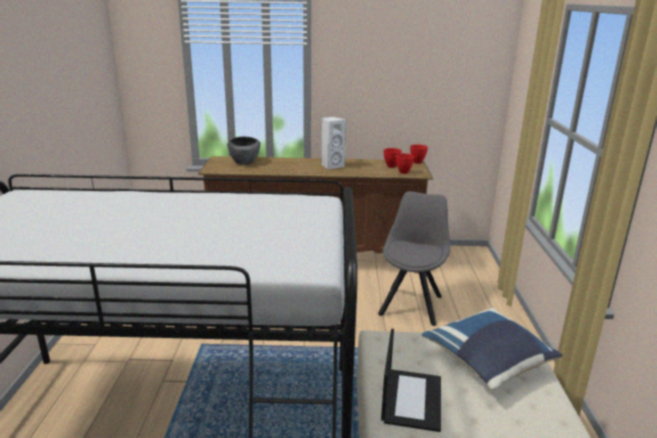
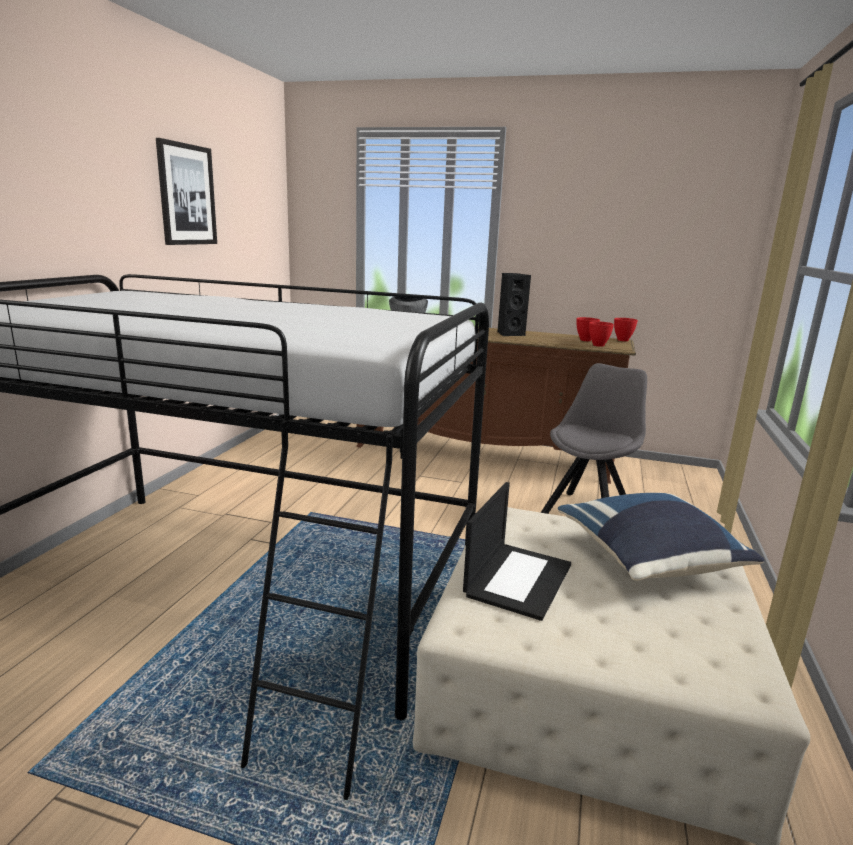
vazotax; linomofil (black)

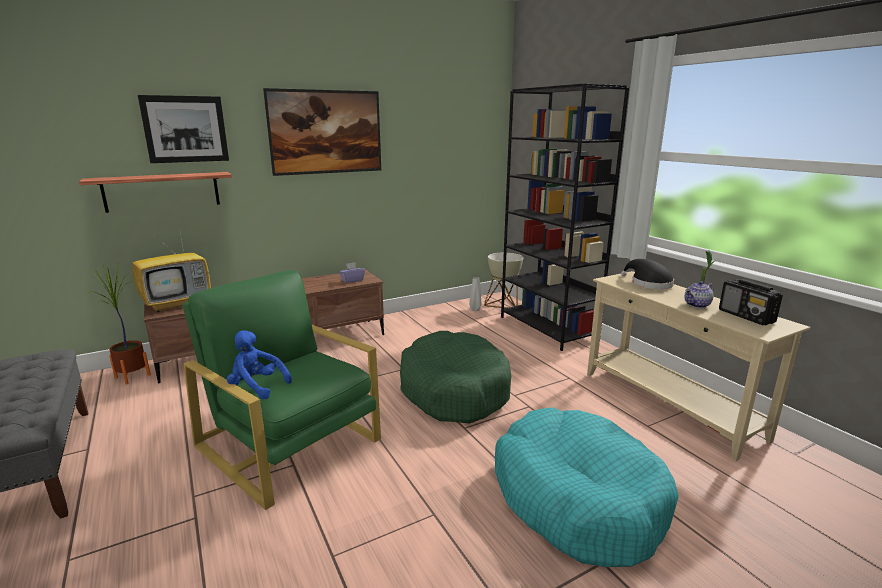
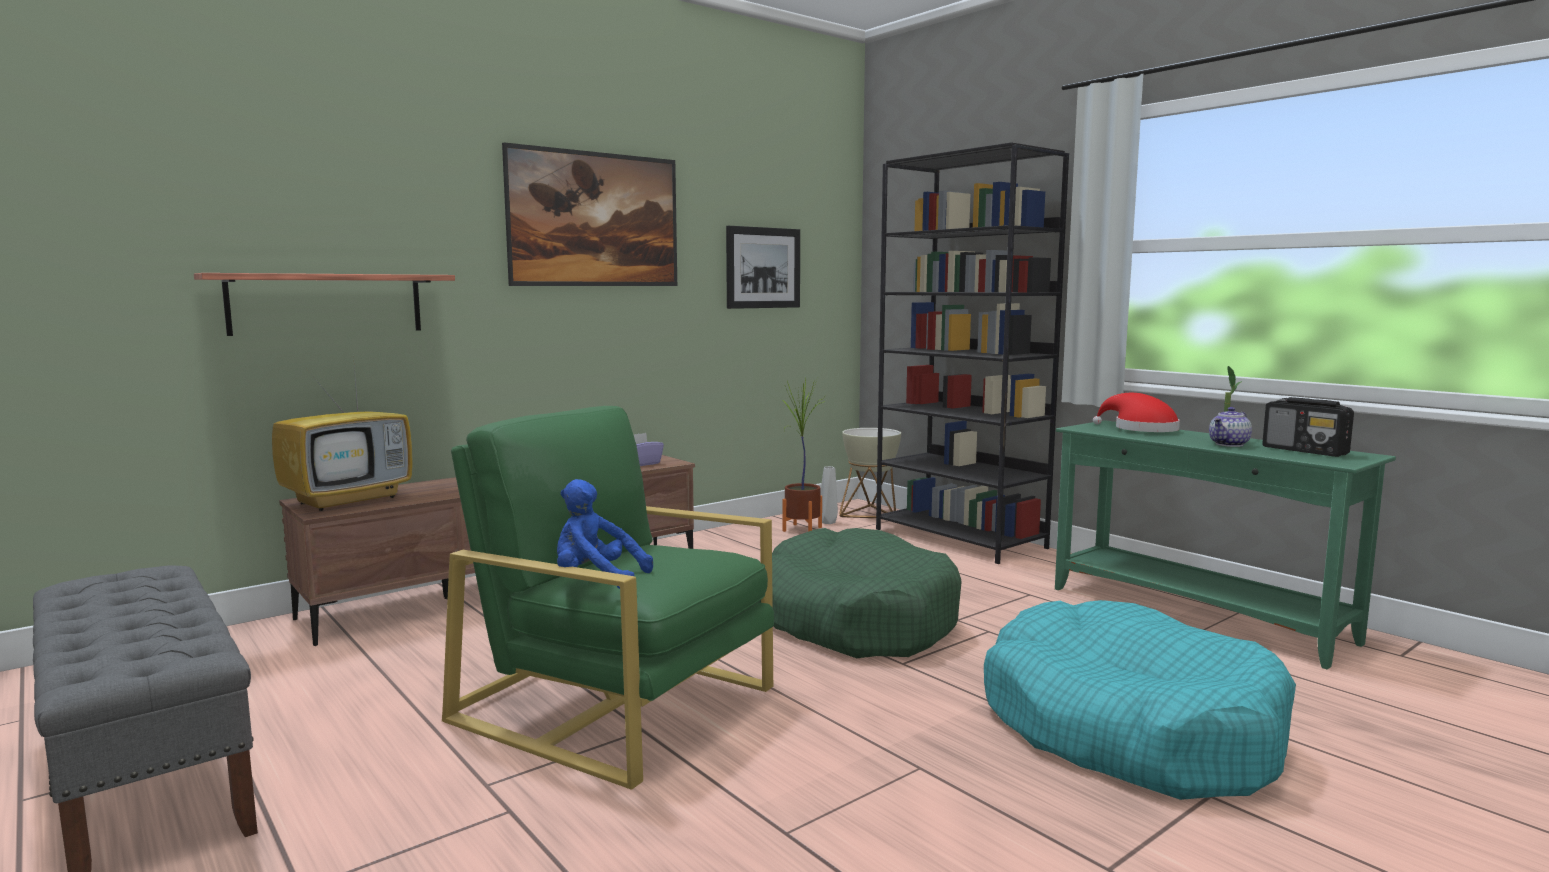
vazotax (2nd from left); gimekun (1st from left); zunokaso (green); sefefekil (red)

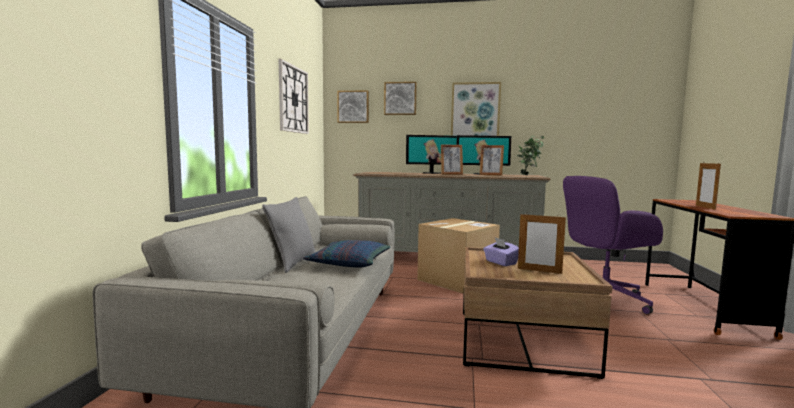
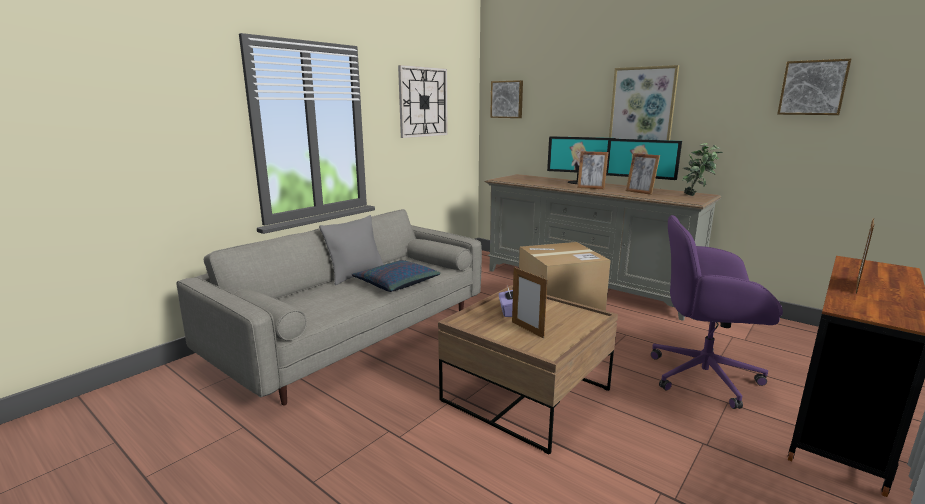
vazotax (3rd from left)

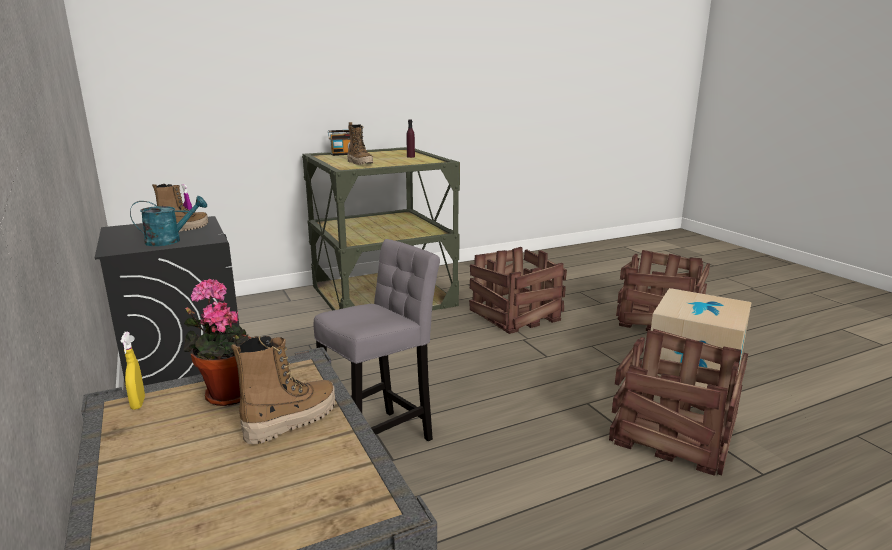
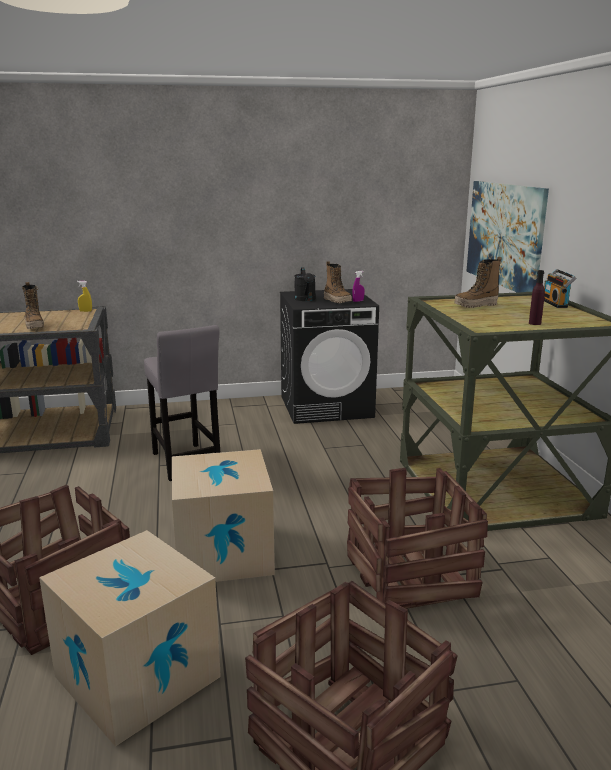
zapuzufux (2nd from left); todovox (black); vazotax; gimekun

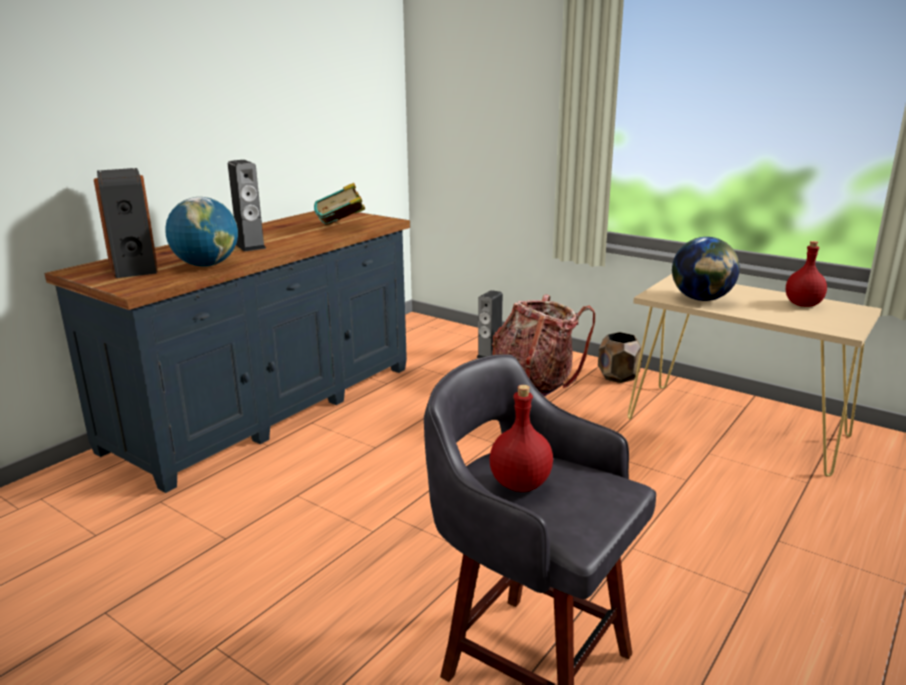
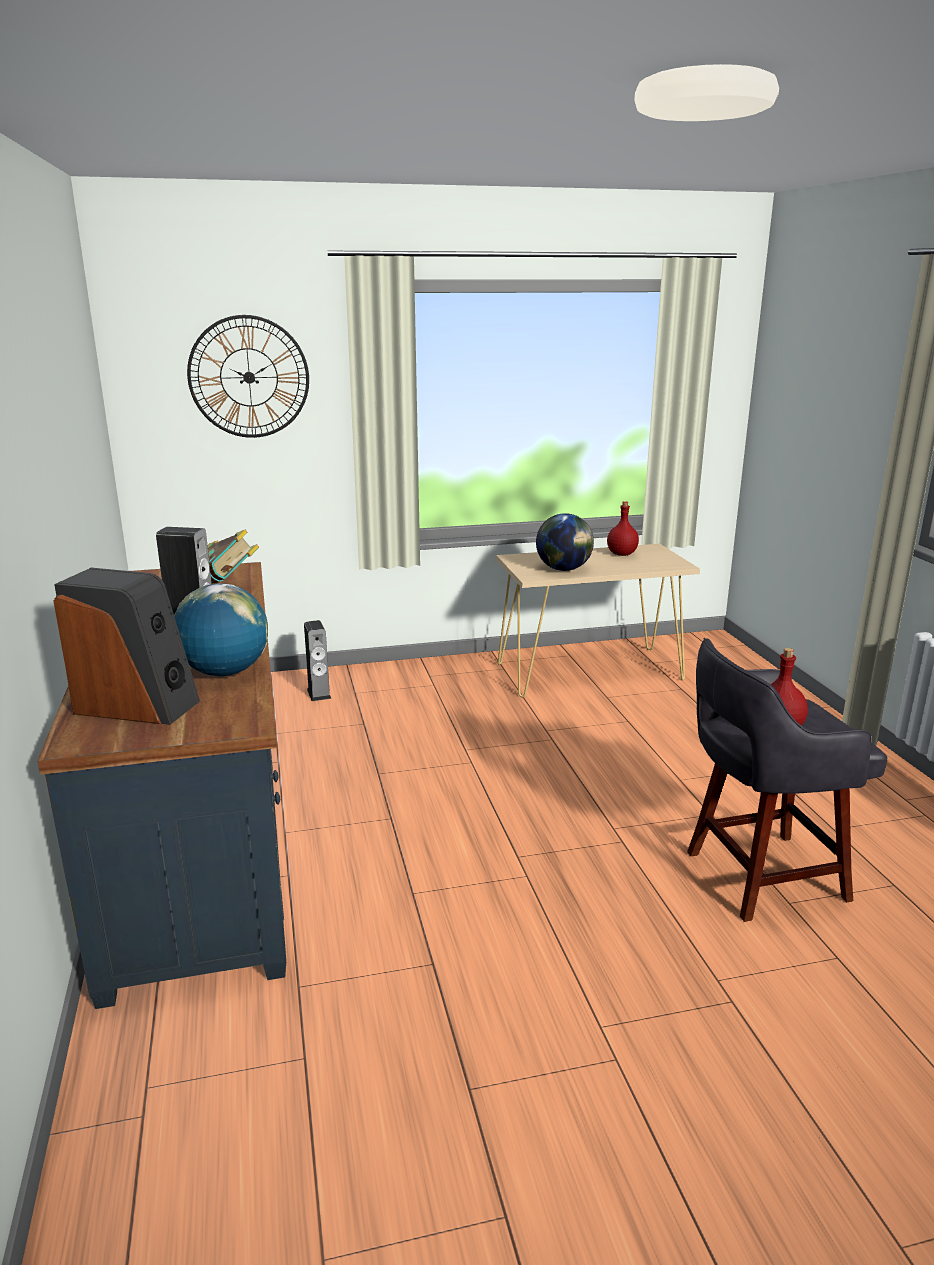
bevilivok; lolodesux; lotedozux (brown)

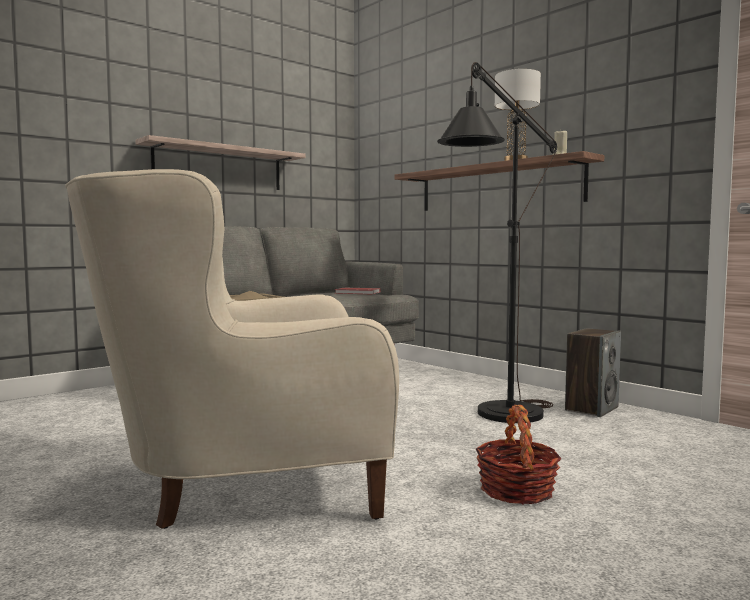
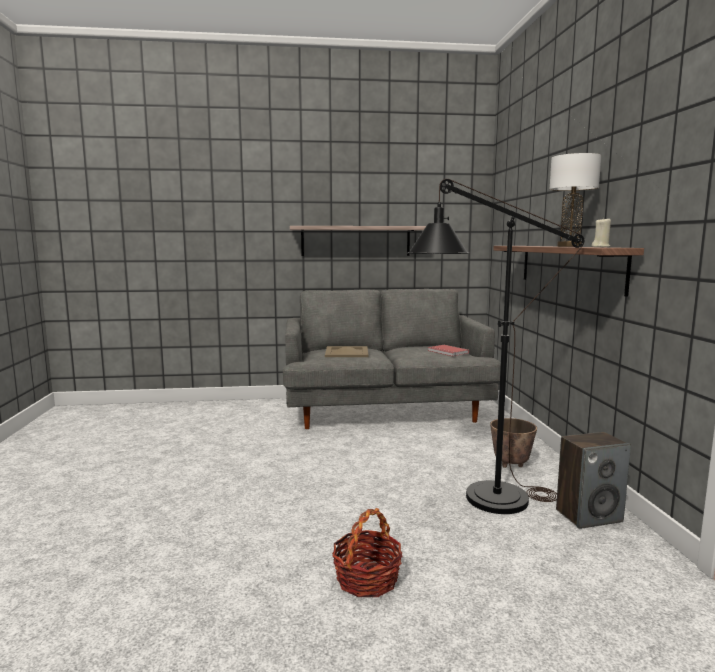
lotedozux; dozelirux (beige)

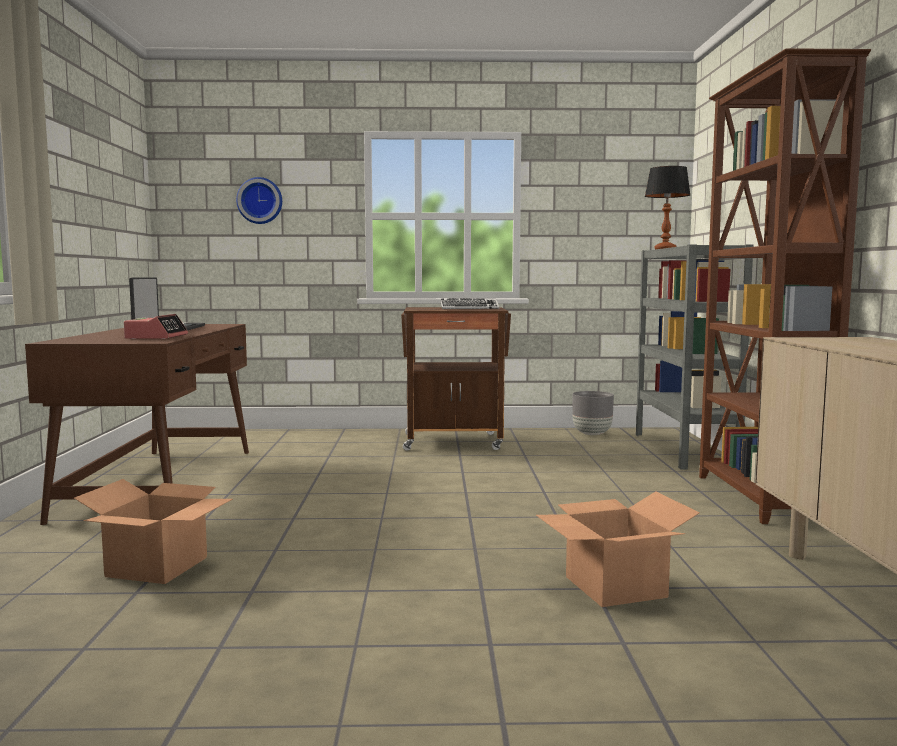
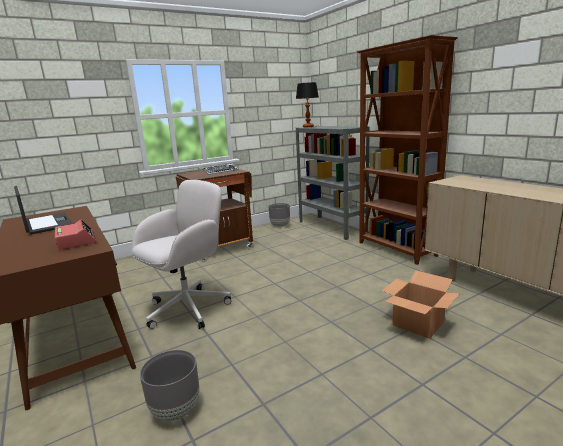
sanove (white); lotedozux (grey) (1st from left); bevilivok

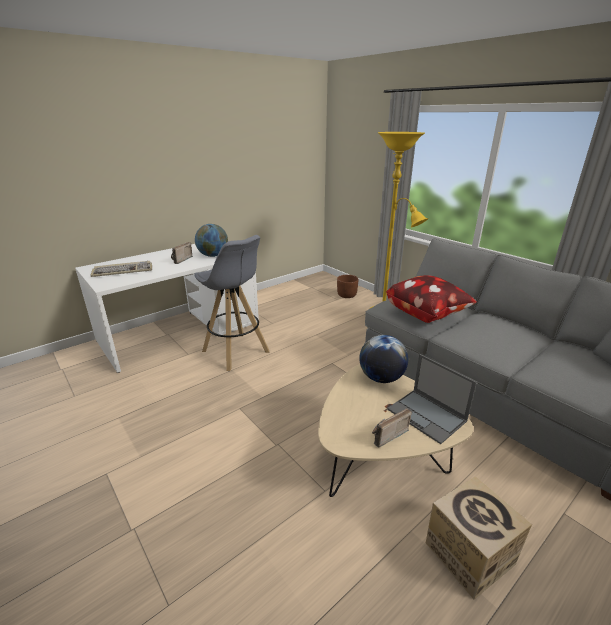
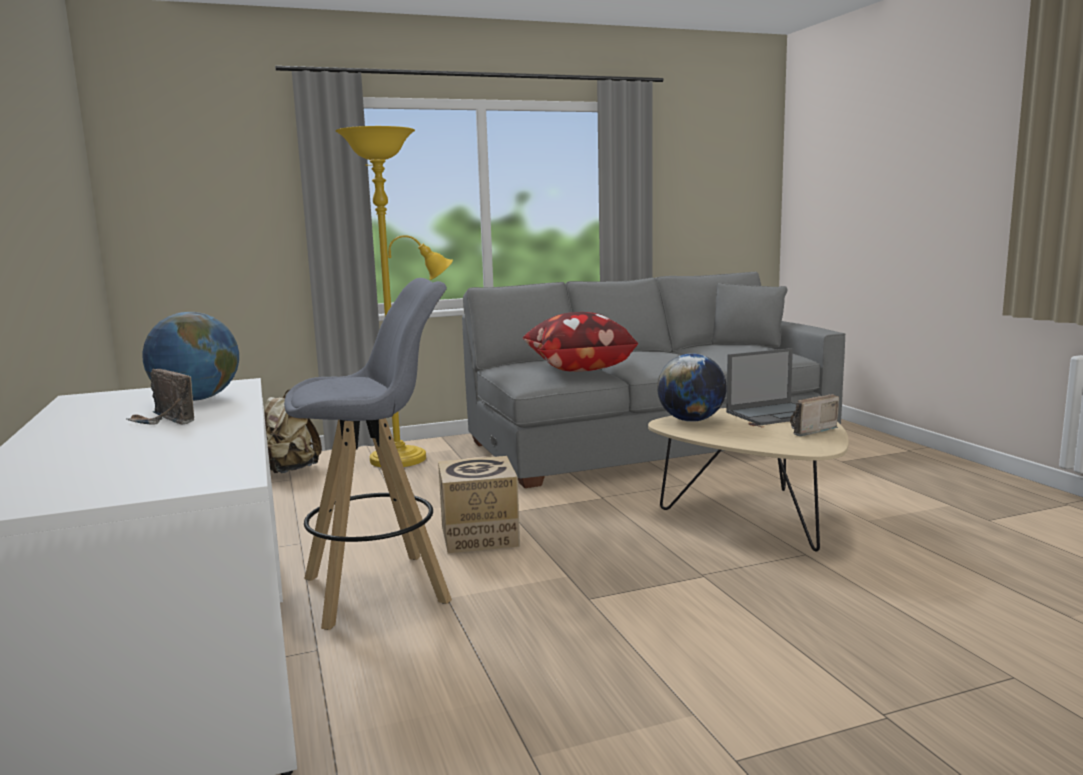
lolodesux (beige); zapuzufux; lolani (2nd from left); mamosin

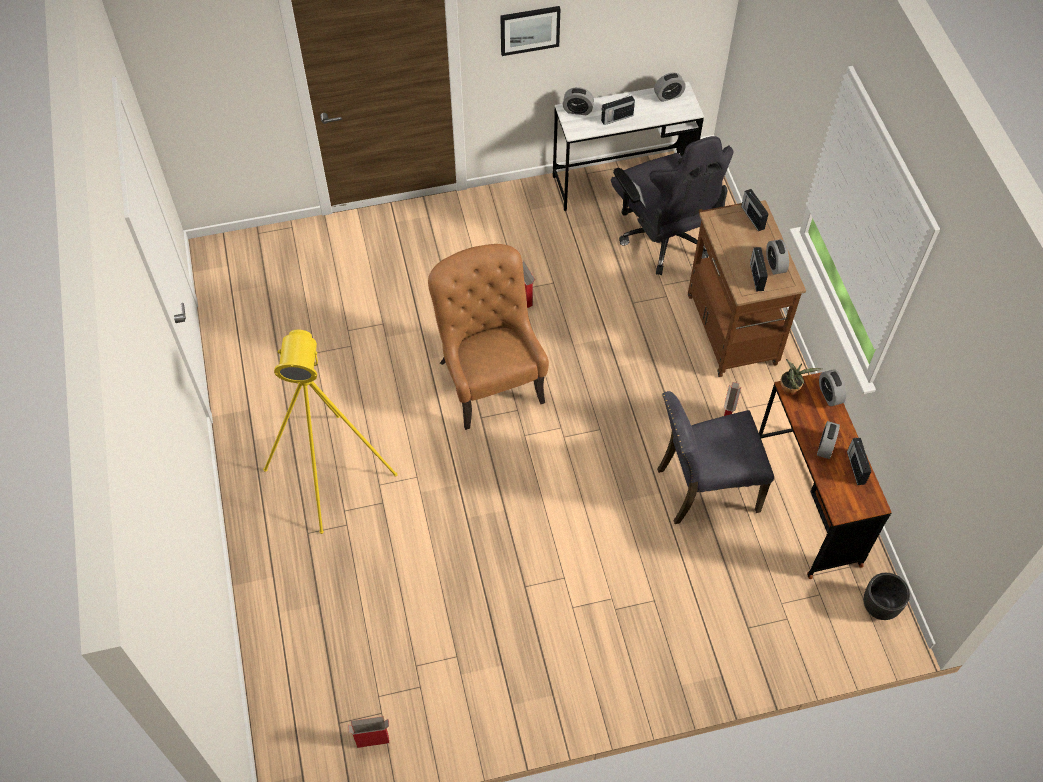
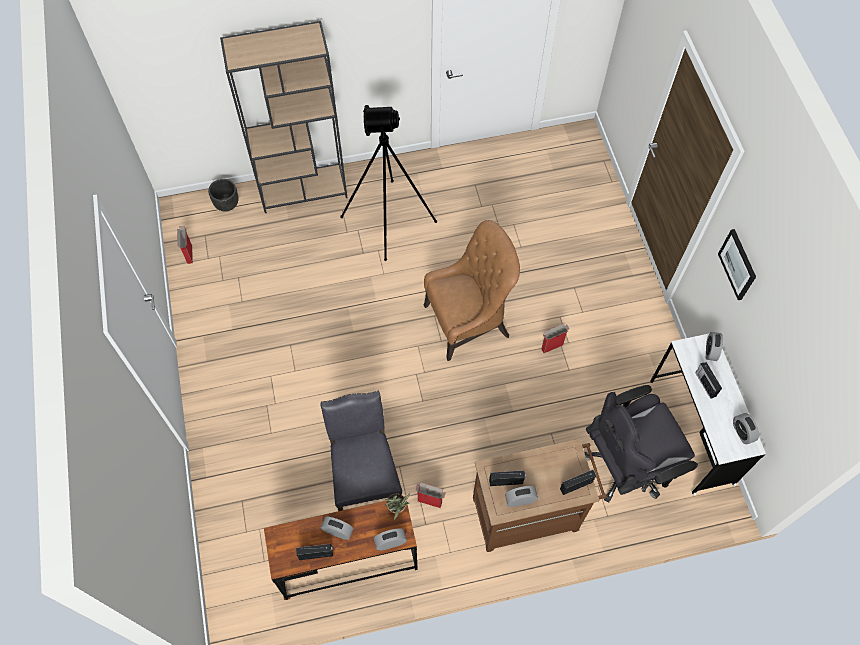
lotedozux (black); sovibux; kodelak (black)

